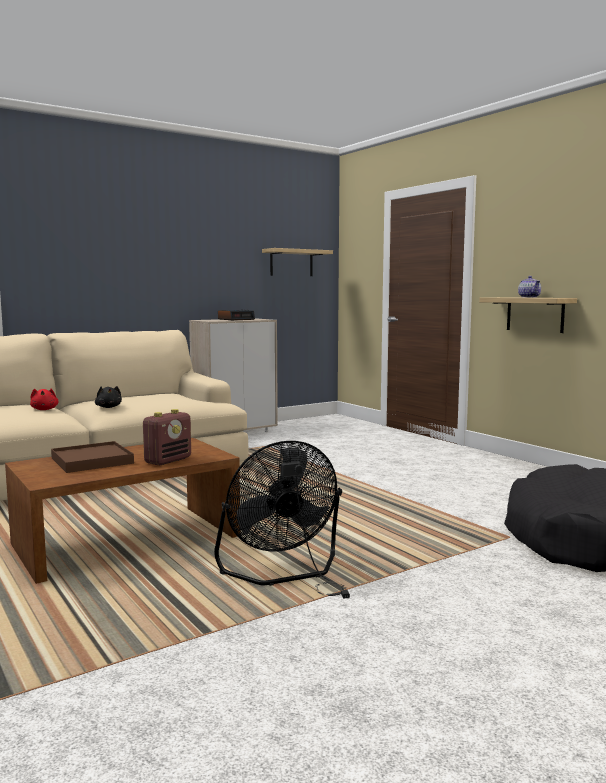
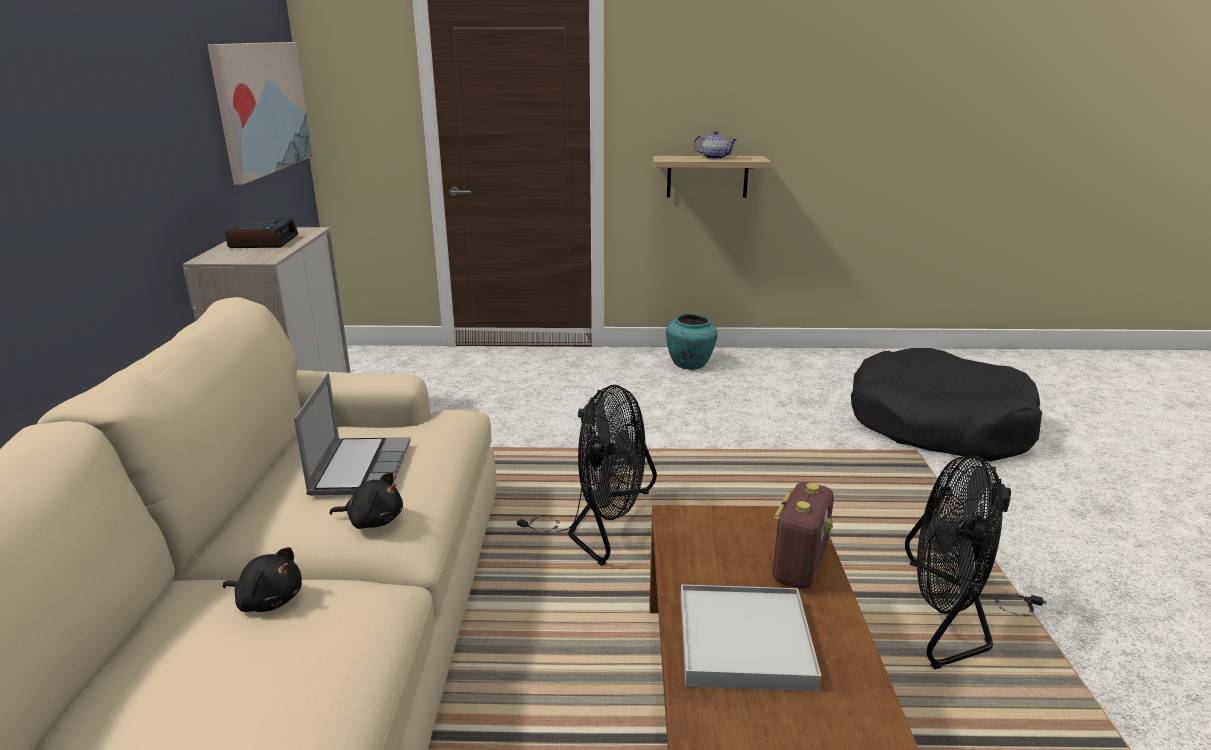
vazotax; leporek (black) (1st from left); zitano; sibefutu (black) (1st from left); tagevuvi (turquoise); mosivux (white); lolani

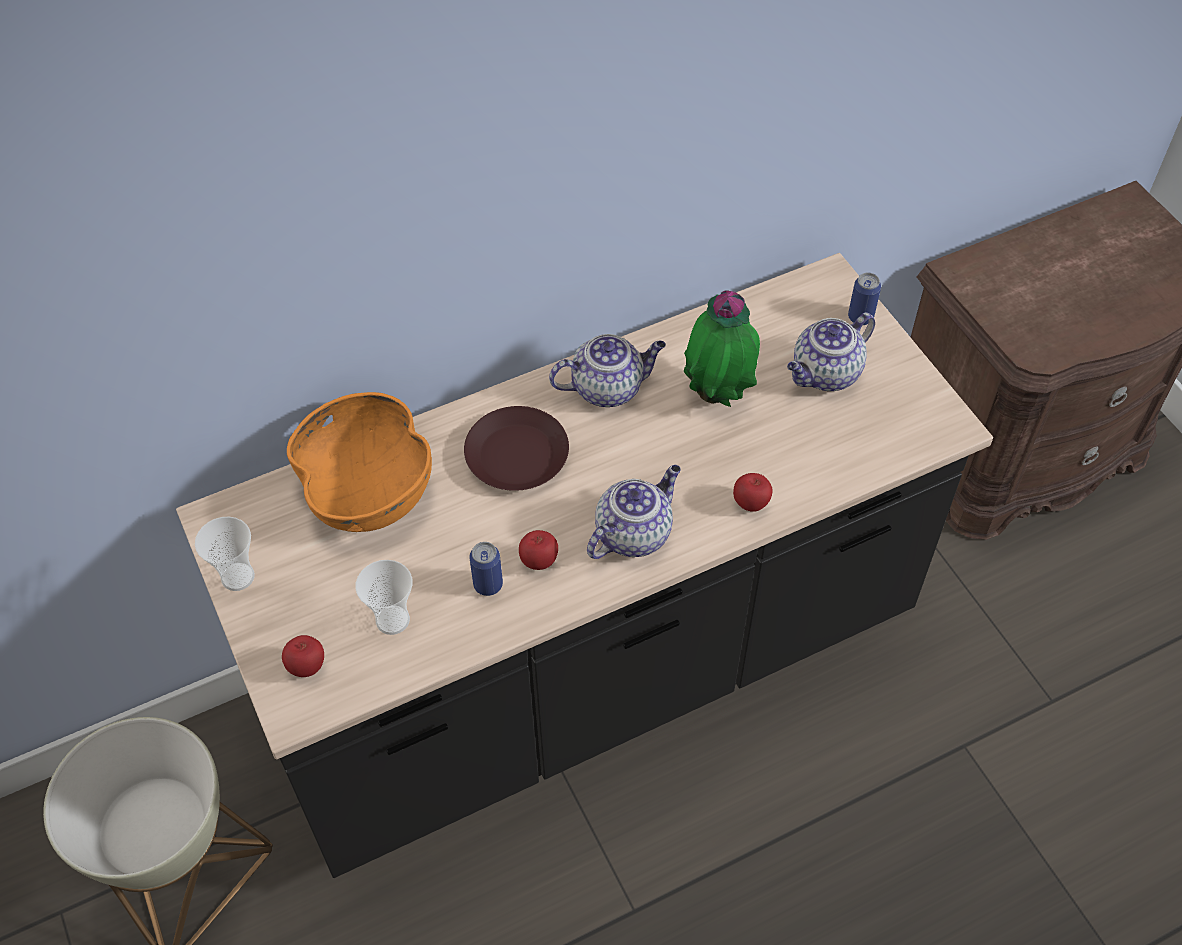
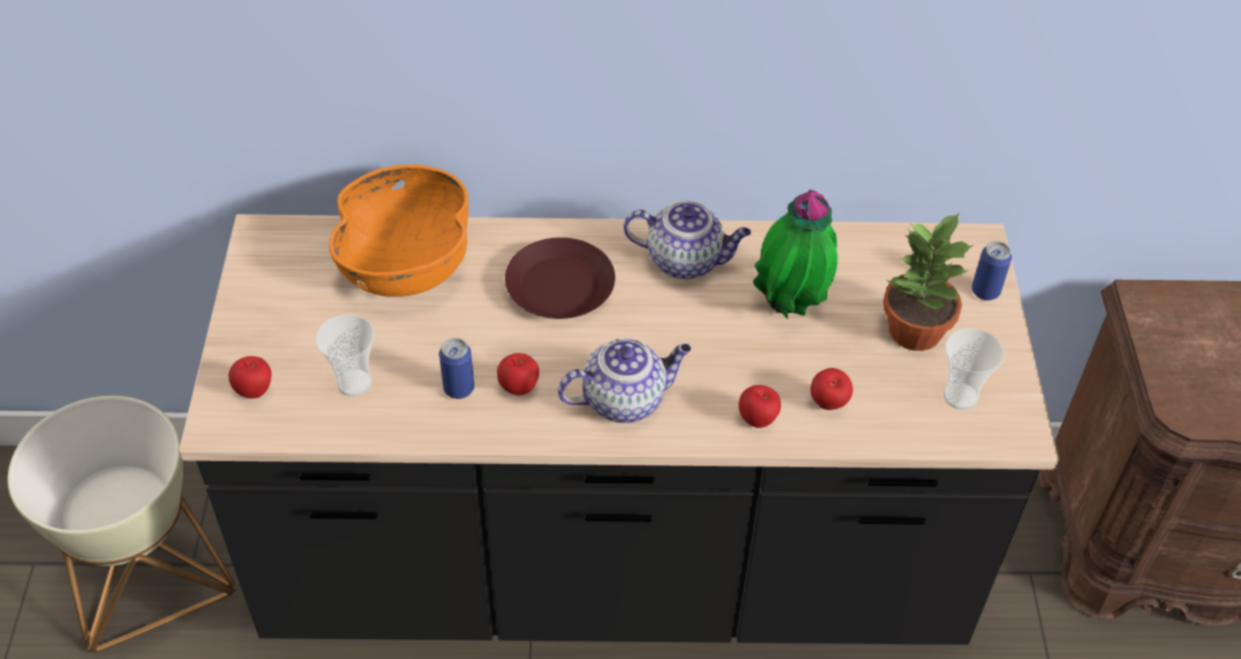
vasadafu (4th from left); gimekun (2nd from left); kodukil (2nd from left)

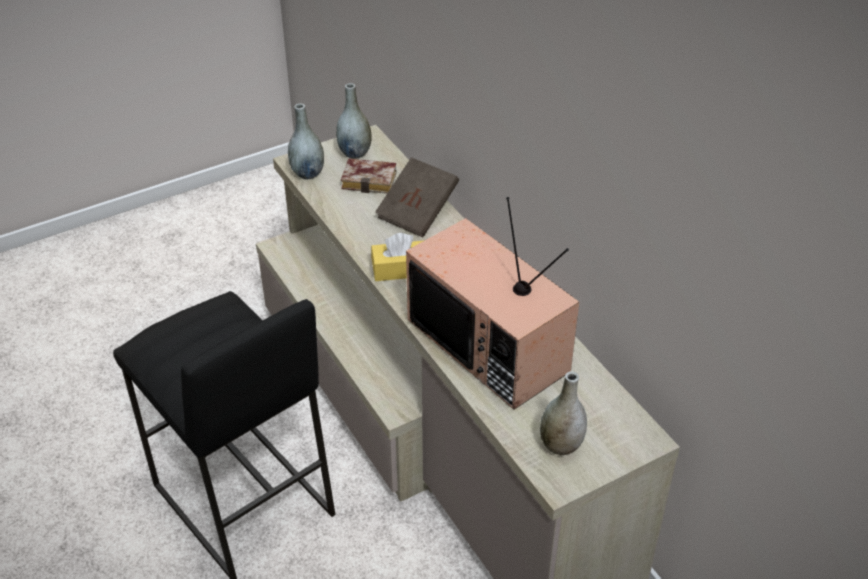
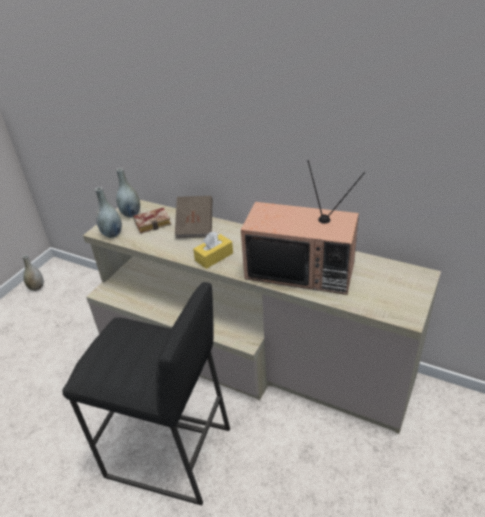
tagevuvi (grey) (1st from left)

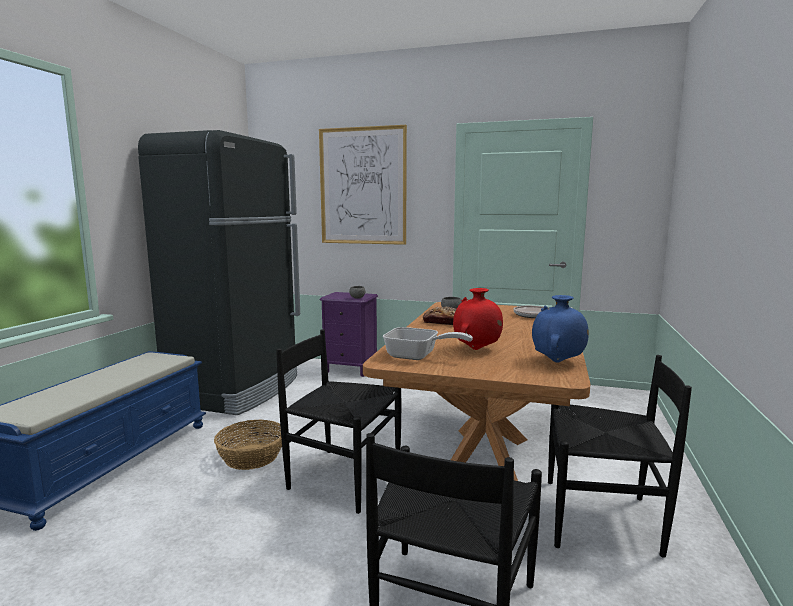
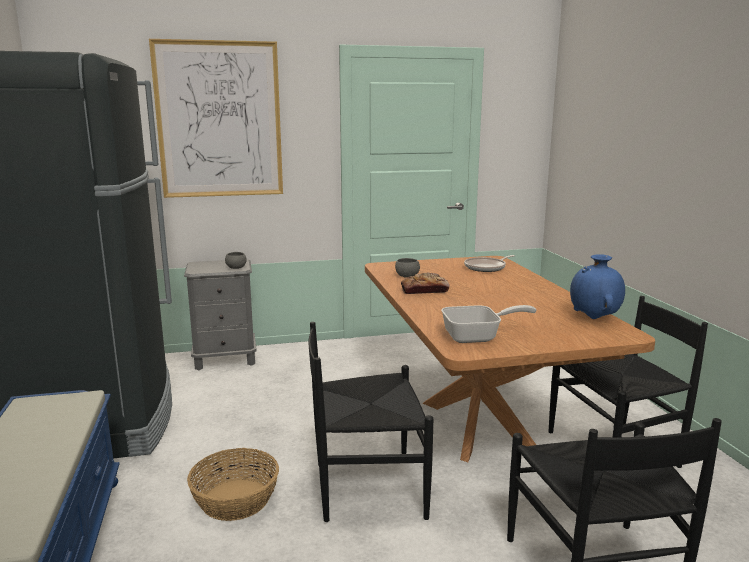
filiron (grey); tagevuvi (red)

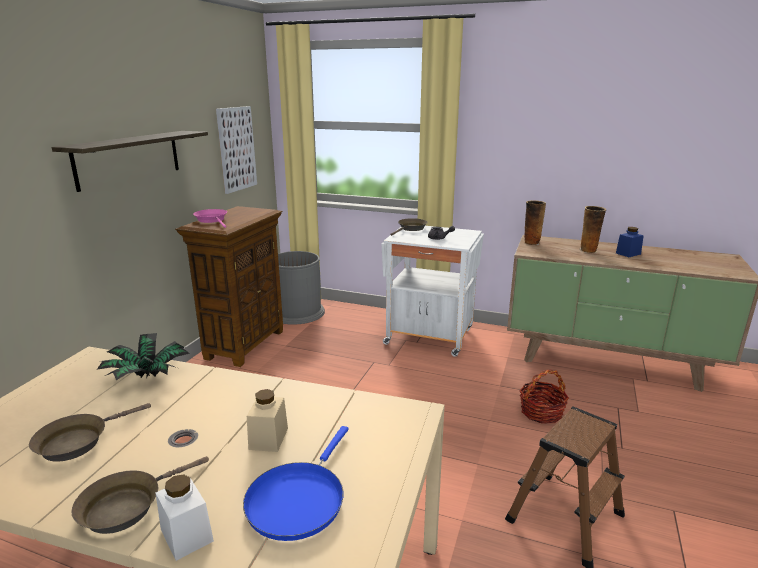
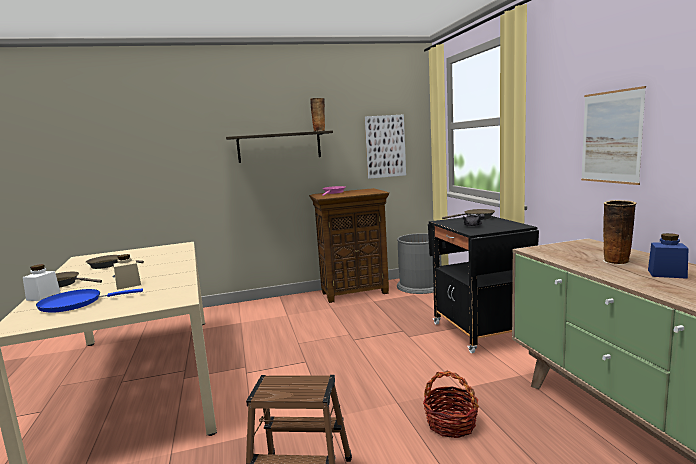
tagevuvi (1st from left); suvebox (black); vazotax (2nd from left); gimekun

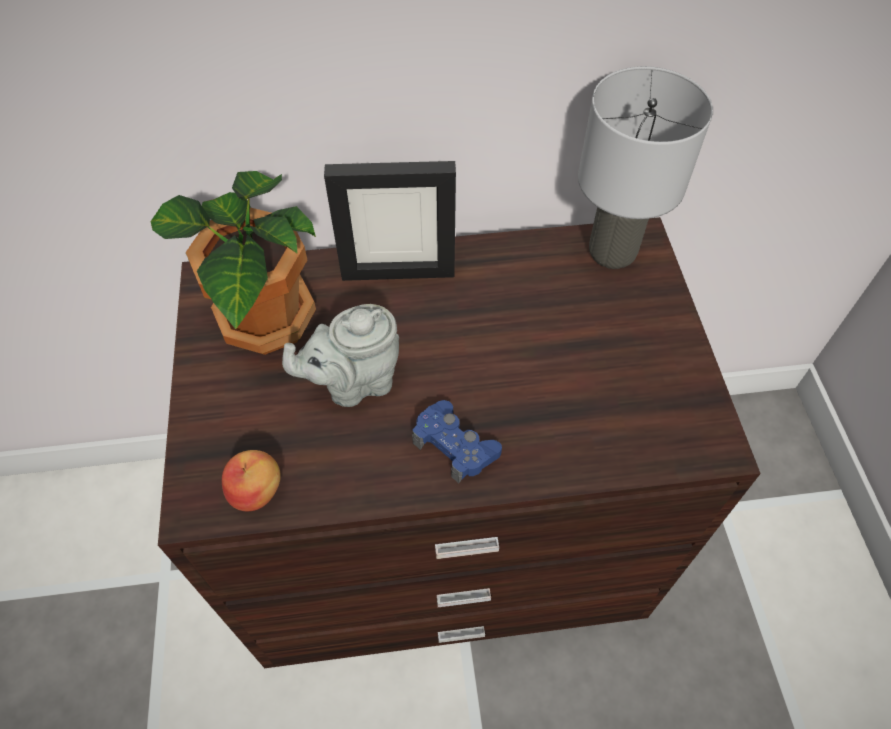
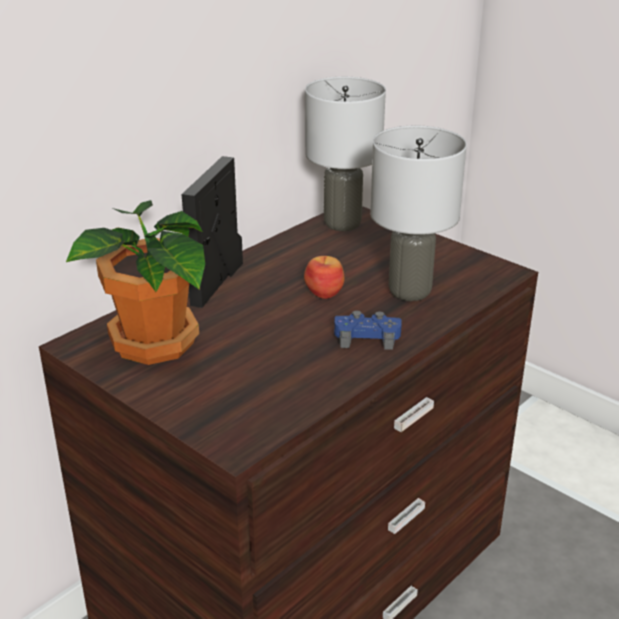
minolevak; vasadafu; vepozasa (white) (2nd from left); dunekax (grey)

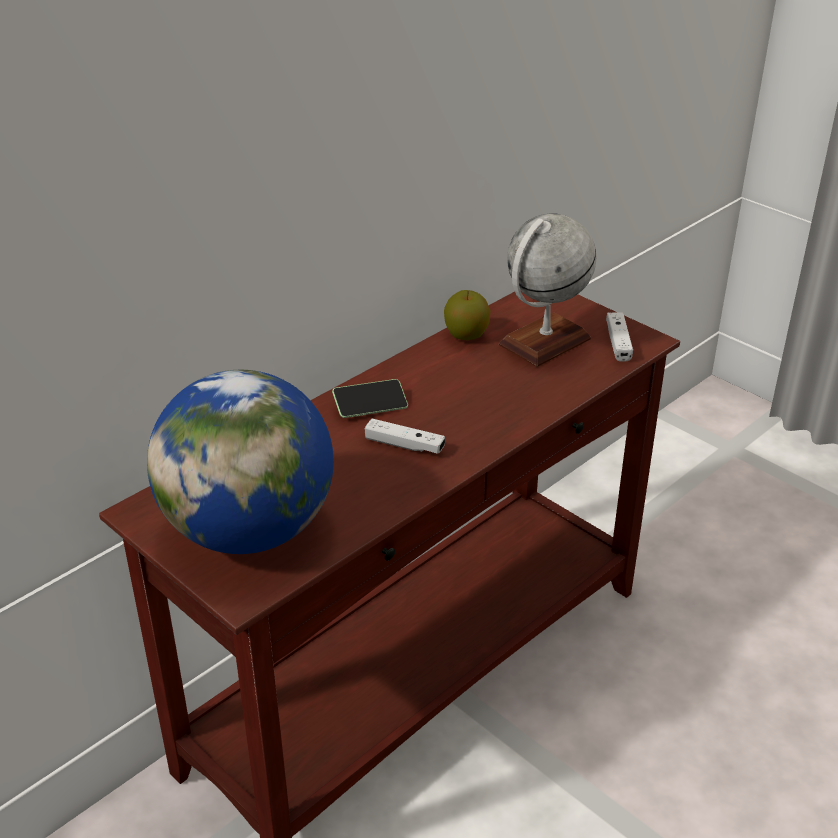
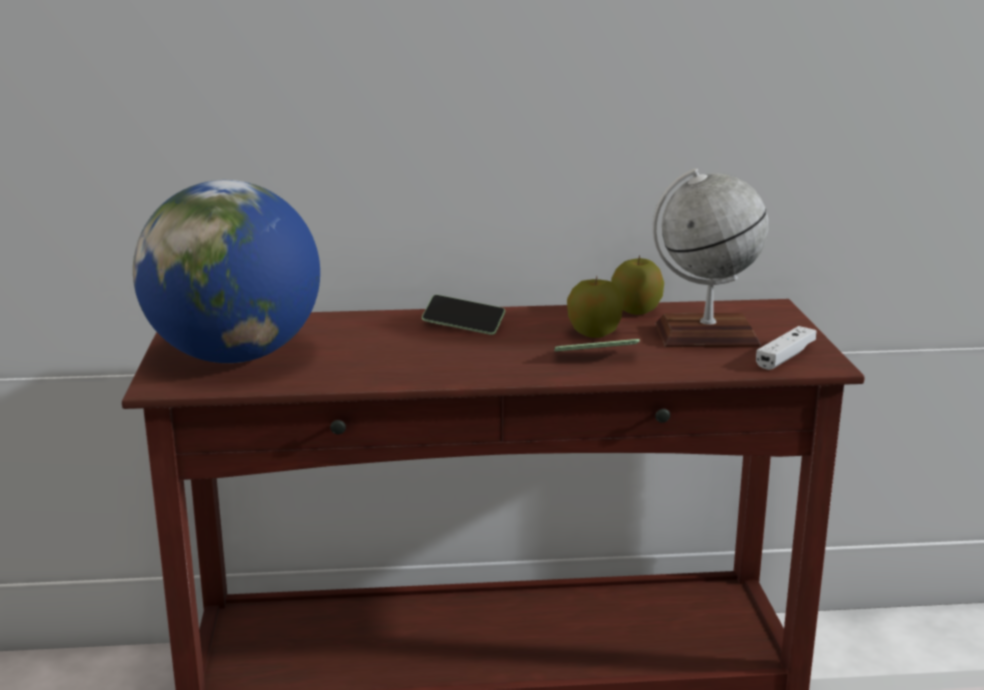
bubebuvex (2nd from left); vasadafu (1st from left); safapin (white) (1st from left in the first image)

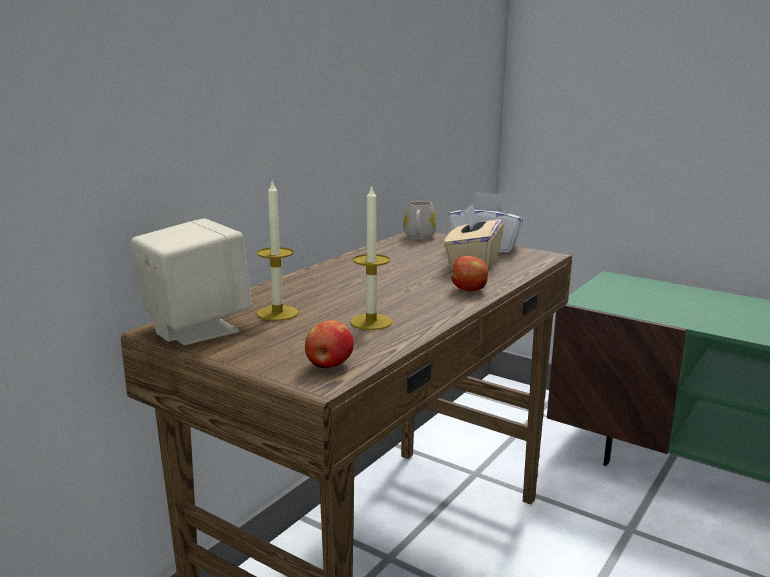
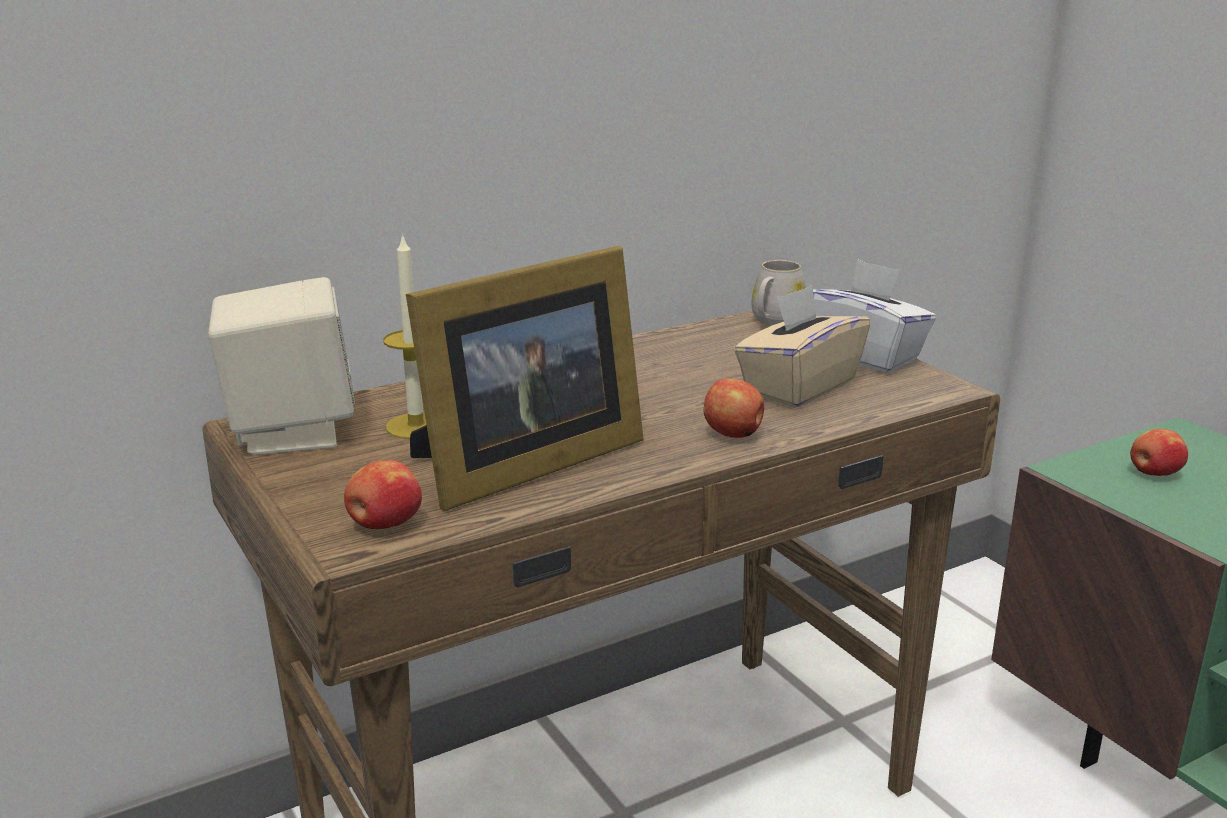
minolevak; vasadafu (3rd from left)

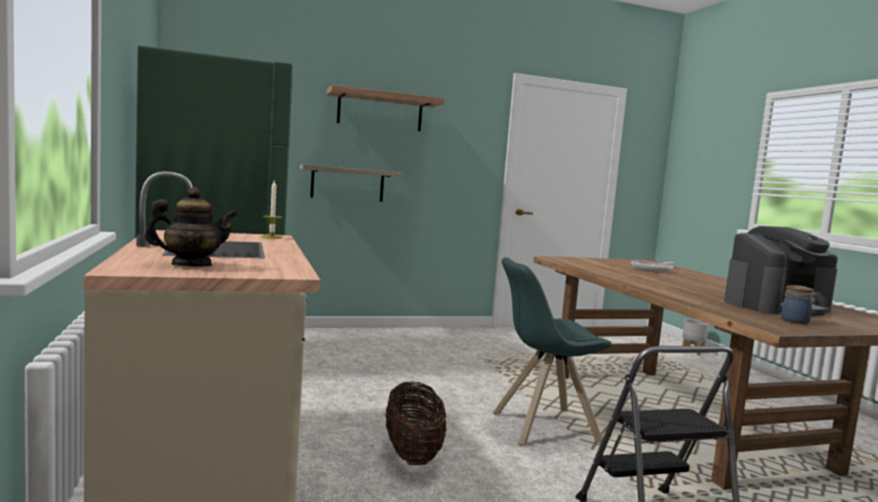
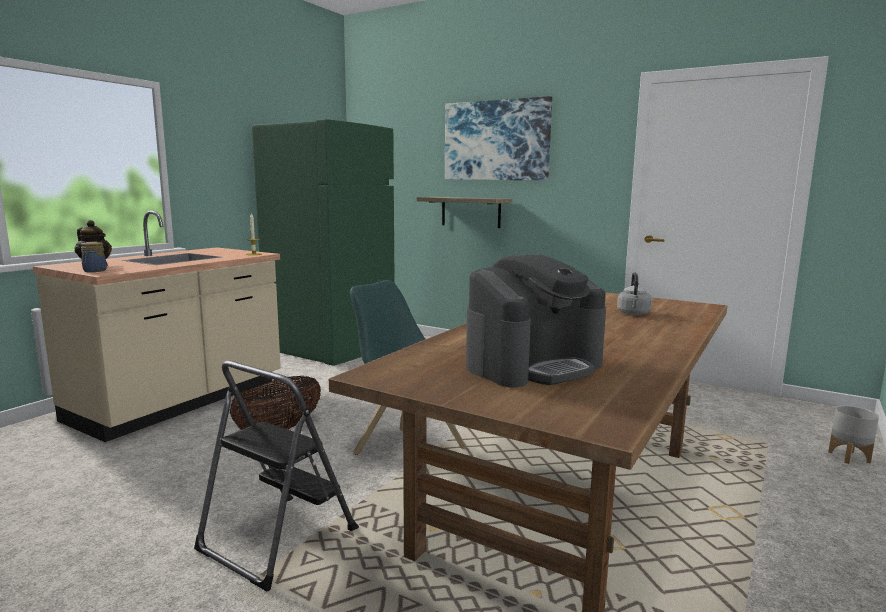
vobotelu; vazotax; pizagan; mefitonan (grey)

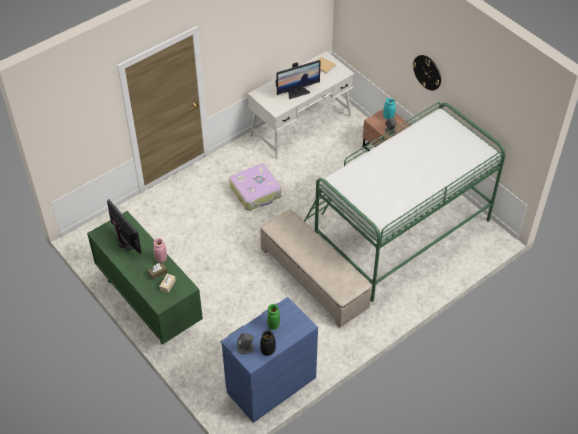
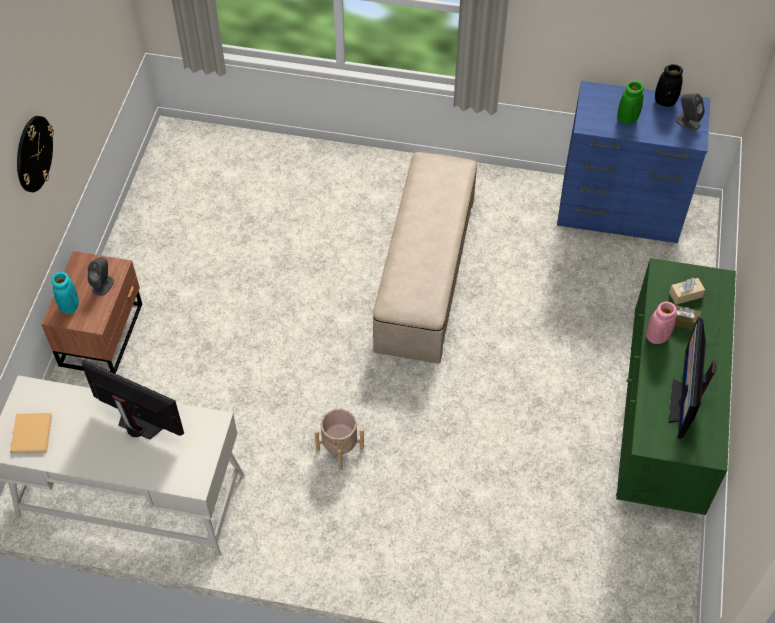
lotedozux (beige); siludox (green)

